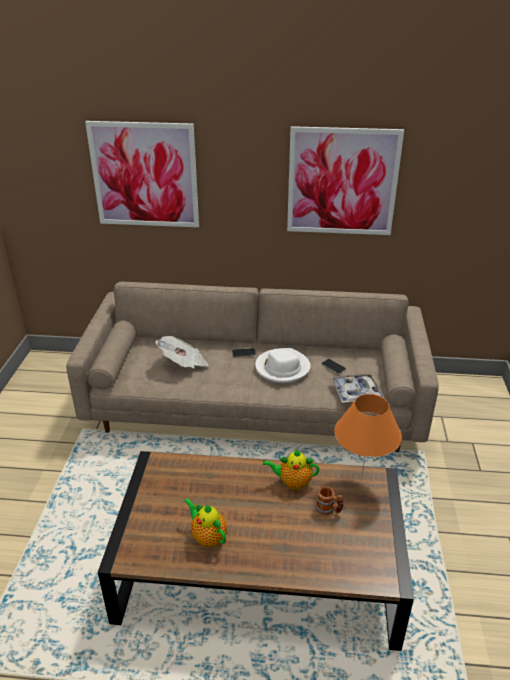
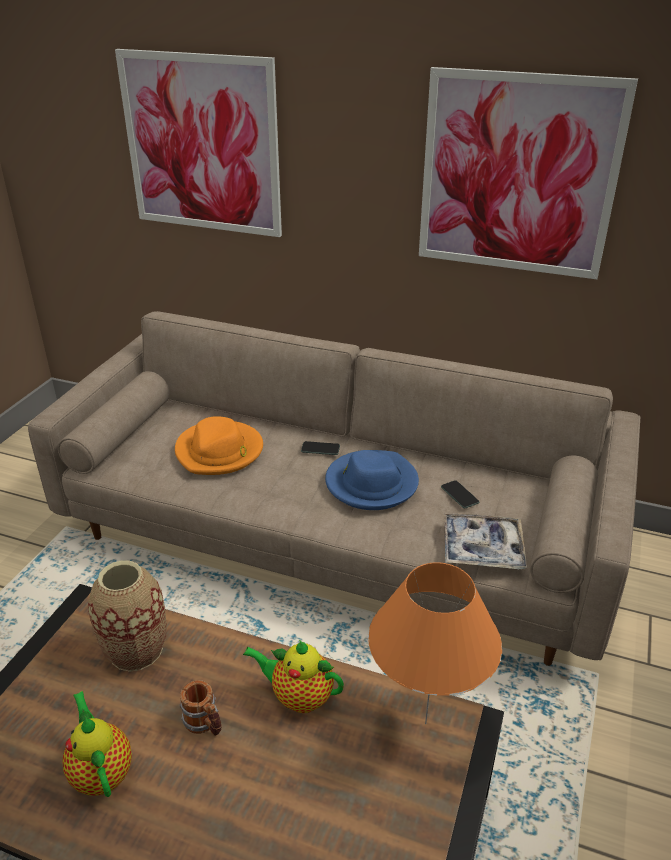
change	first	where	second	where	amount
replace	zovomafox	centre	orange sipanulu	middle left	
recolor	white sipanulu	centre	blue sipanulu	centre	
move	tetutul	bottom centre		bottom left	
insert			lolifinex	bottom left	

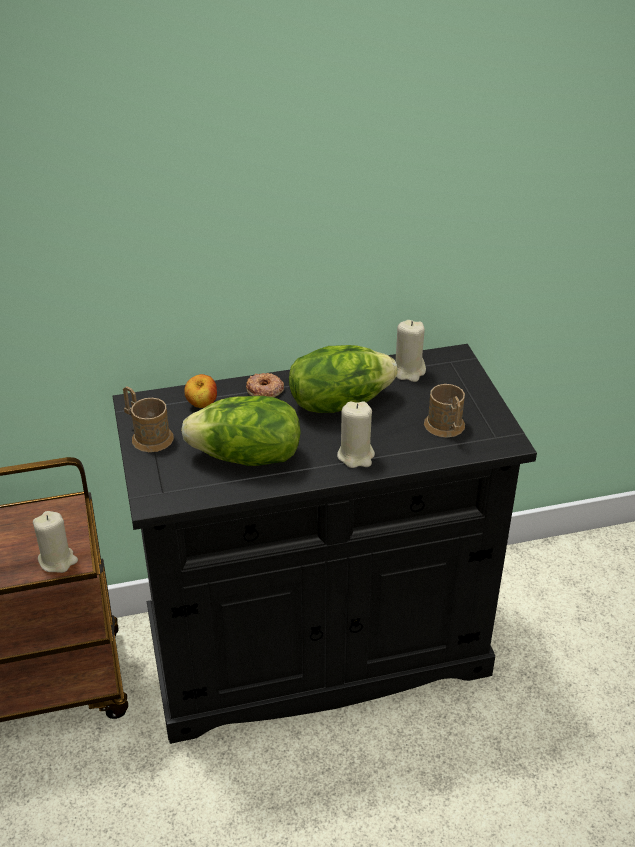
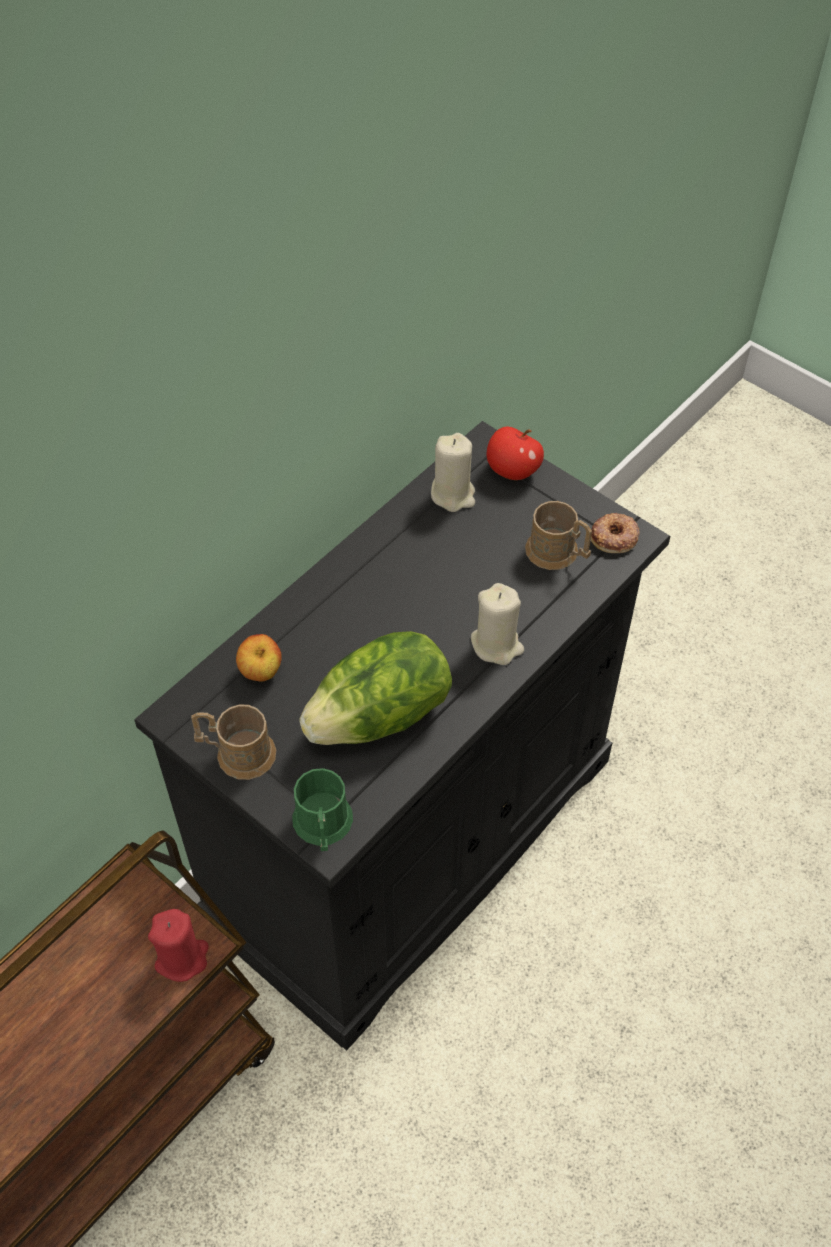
change	first	where	second	where	amount
recolor	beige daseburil (1st from left)	middle left	red daseburil	bottom left	
move	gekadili	centre		middle right	
delete	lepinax (2nd from left)	centre			
insert			green tetutul	centre	
insert			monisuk (2nd from left)	centre	

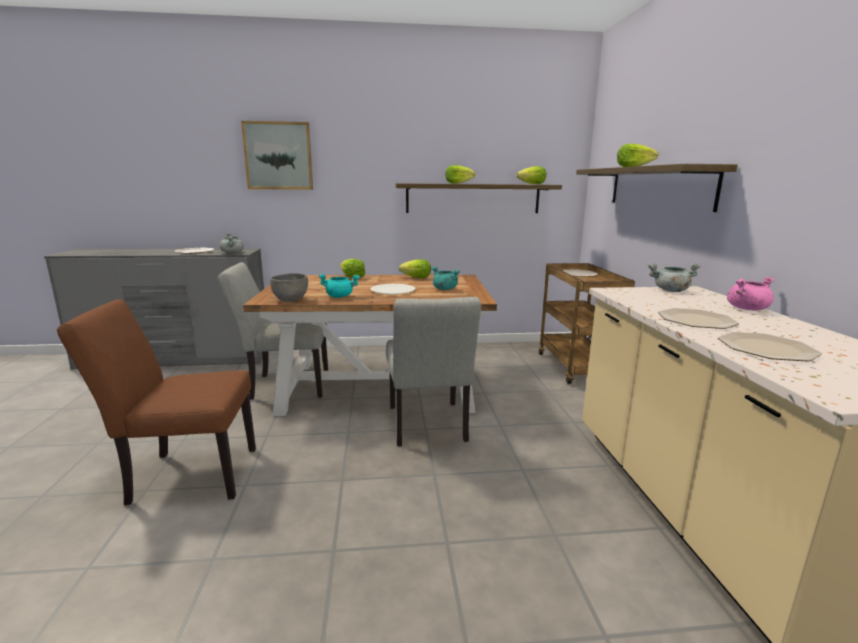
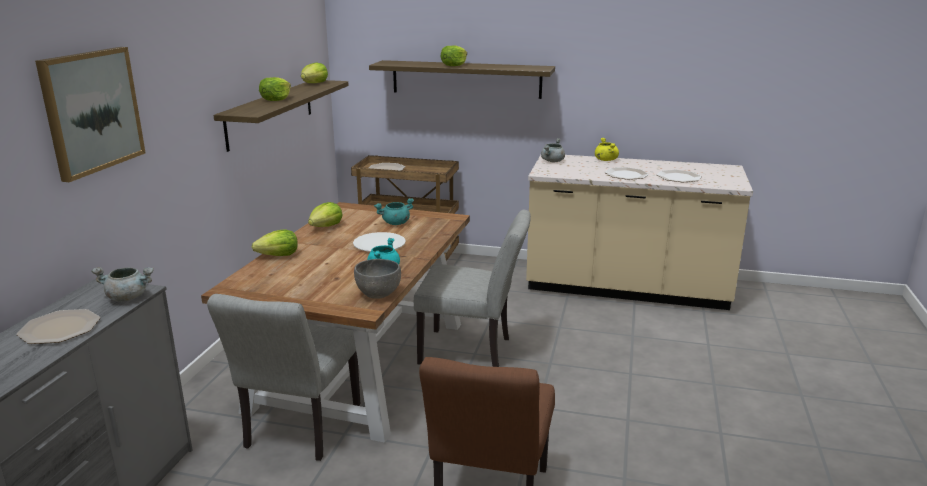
change	first	where	second	where	amount
recolor	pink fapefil	middle right	yellow fapefil	top centre	

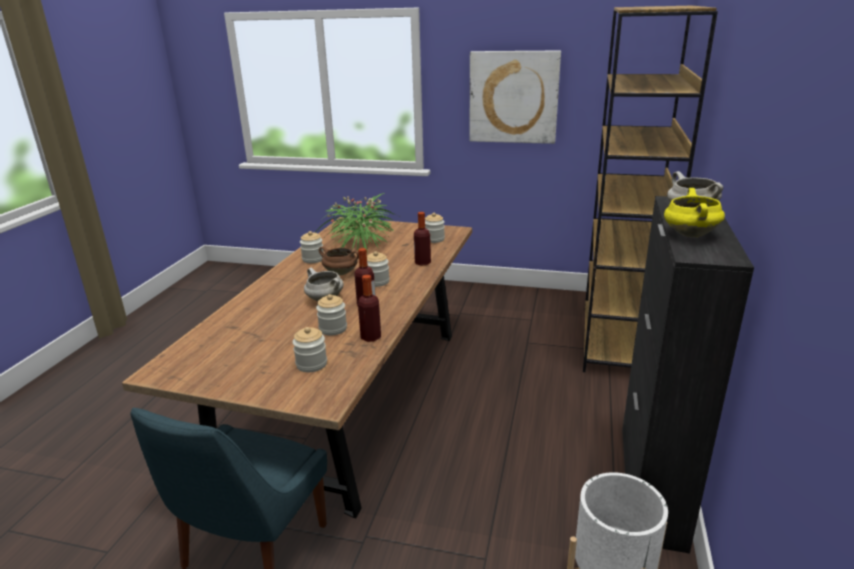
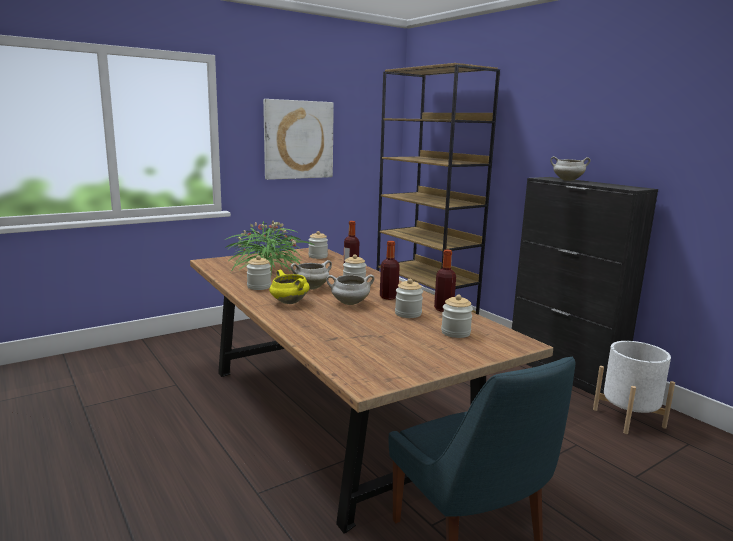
change	first	where	second	where	amount
recolor	brown fapefil	centre	white fapefil (1st from left)	centre	
move	yellow fapefil	middle right		centre	

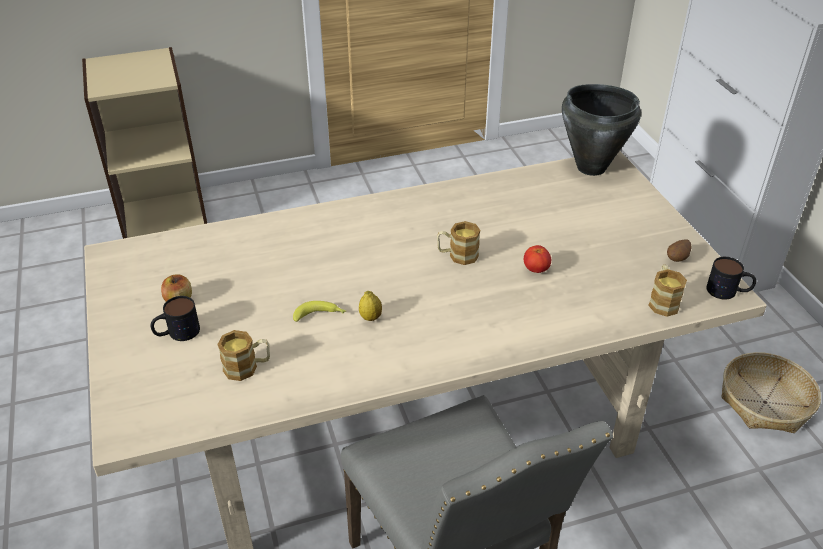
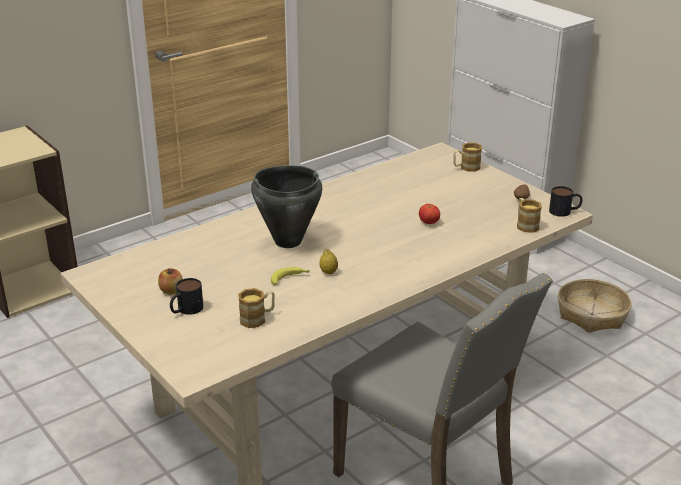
change	first	where	second	where	amount
move	tetutul (3rd from left)	centre		top right	
move	black fapefil	top right		centre	

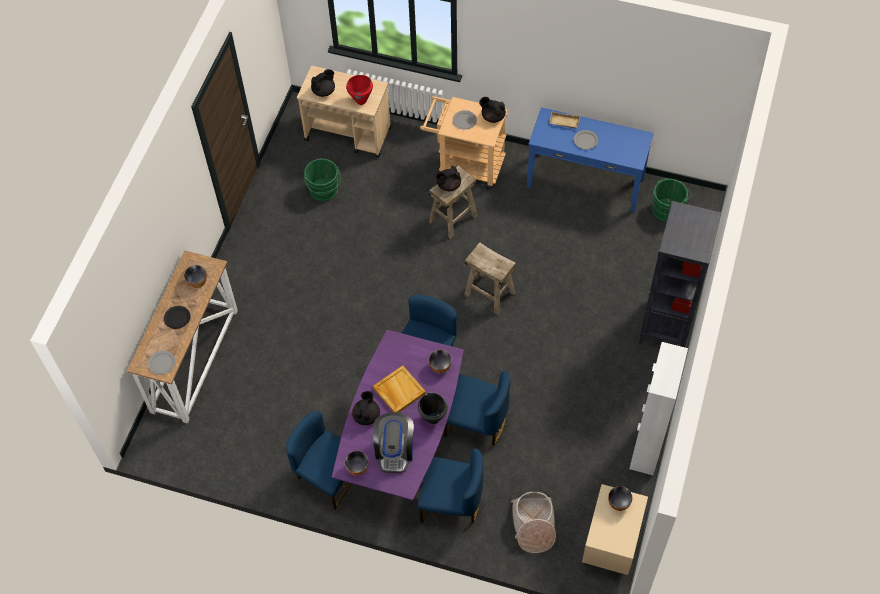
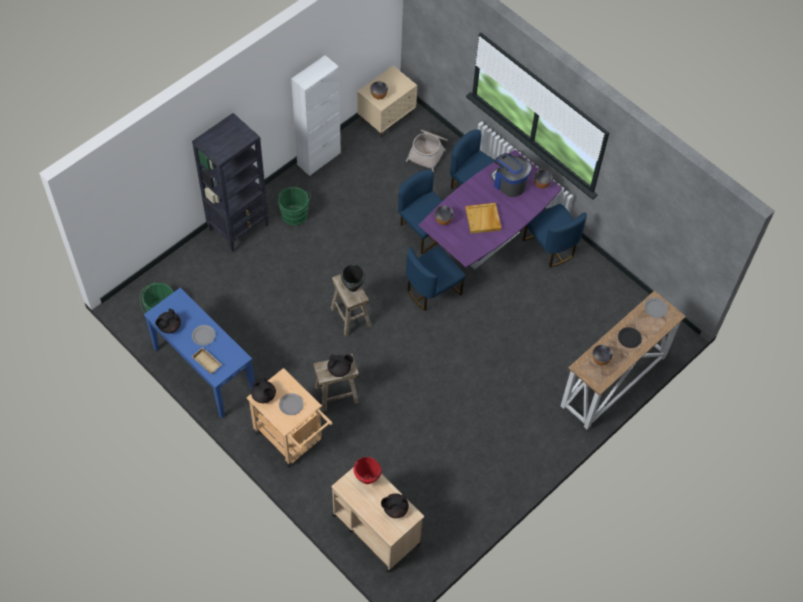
change	first	where	second	where	amount
move	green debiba (1st from left in the first image)	top centre	green debiba (2nd from left)	centre	
move	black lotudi (2nd from left in the first image)	bottom centre	black lotudi (1st from left)	middle left	
rotate	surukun	bottom centre		top centre	75 degrees counterclockwise
move	black fapefil	bottom centre		centre	

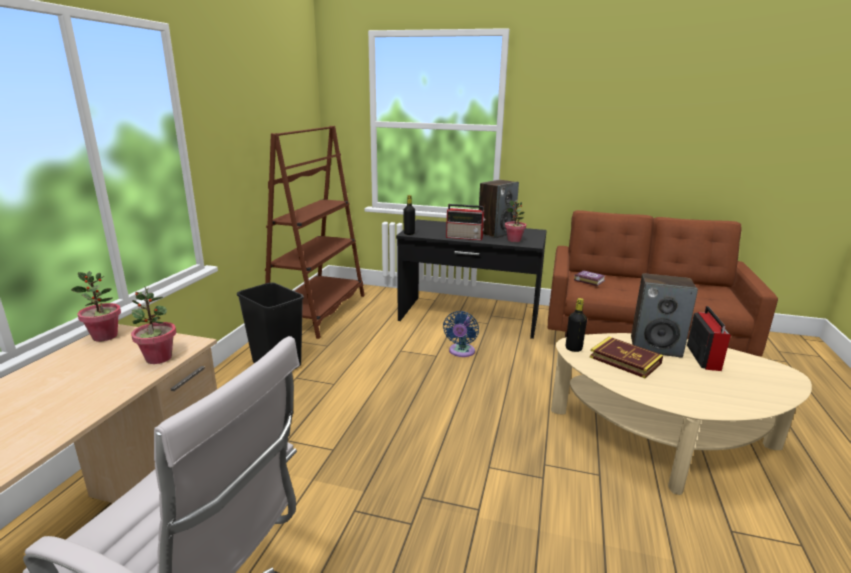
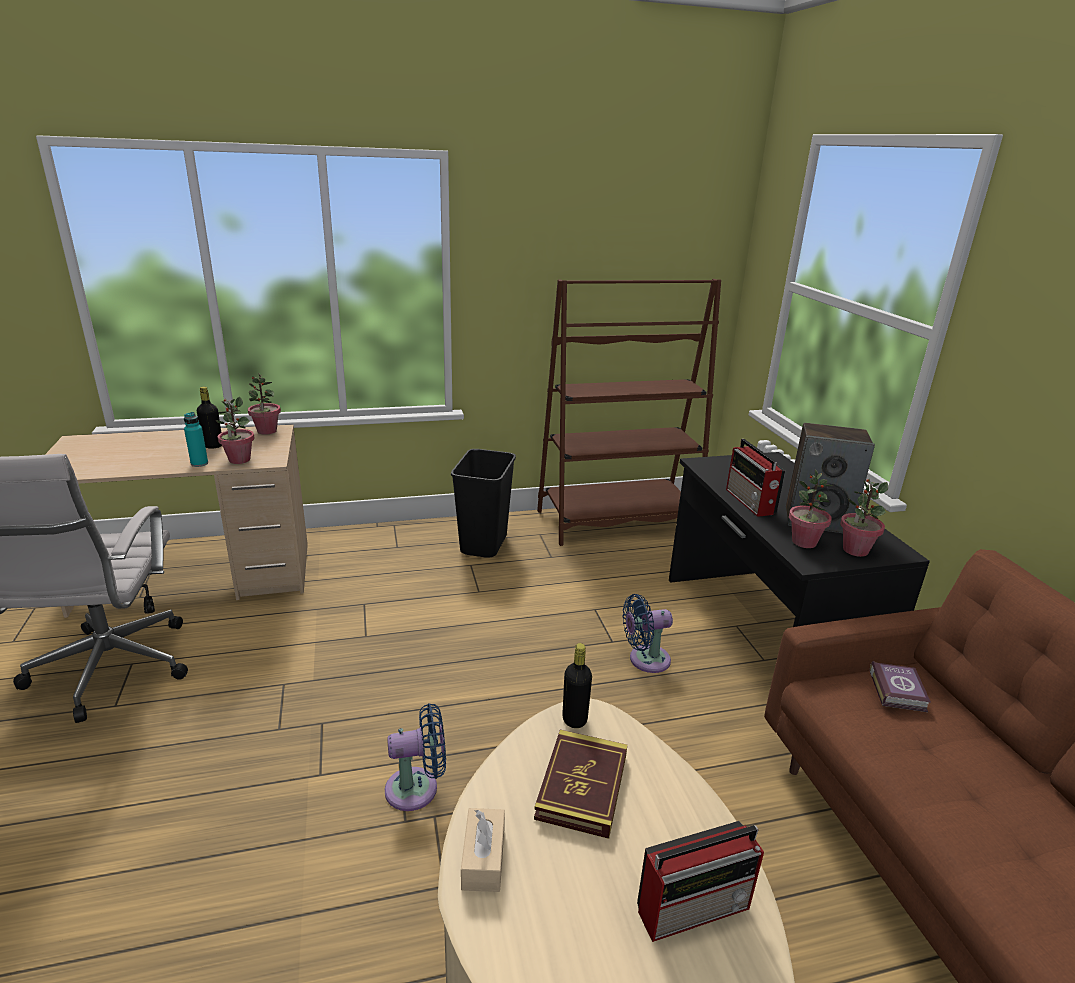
change	first	where	second	where	amount
move	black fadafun (1st from left)	centre		middle left	
delete	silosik (2nd from left)	middle right			
insert			turquoise fadafun	middle left	
insert			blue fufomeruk (1st from left)	bottom centre	
insert			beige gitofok	bottom centre	
insert			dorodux (4th from left)	middle right	

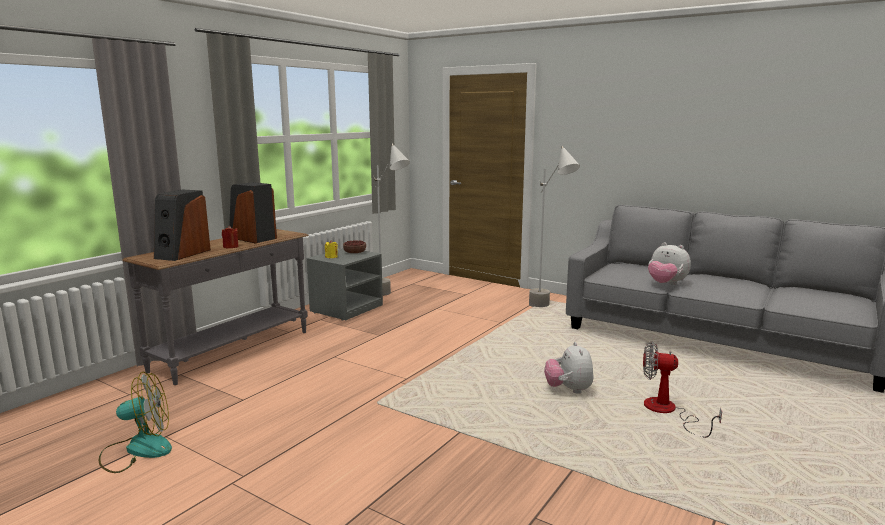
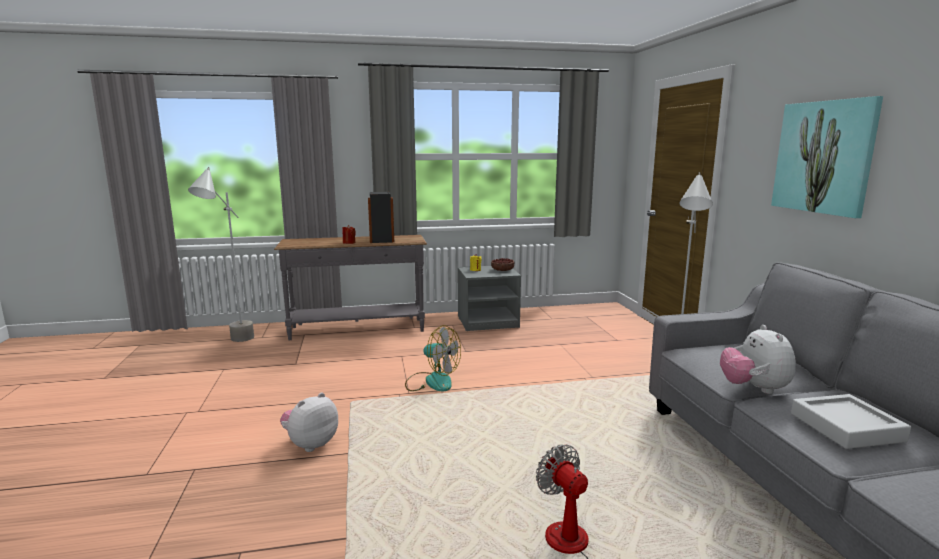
change	first	where	second	where	amount
move	fufomeruk (1st from left)	bottom left		centre	
delete	silosik (1st from left)	middle left			
move	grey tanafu (1st from left)	centre		middle left	
move	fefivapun (1st from left)	bottom centre		bottom left	
insert			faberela	top right	
insert			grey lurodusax	bottom right	

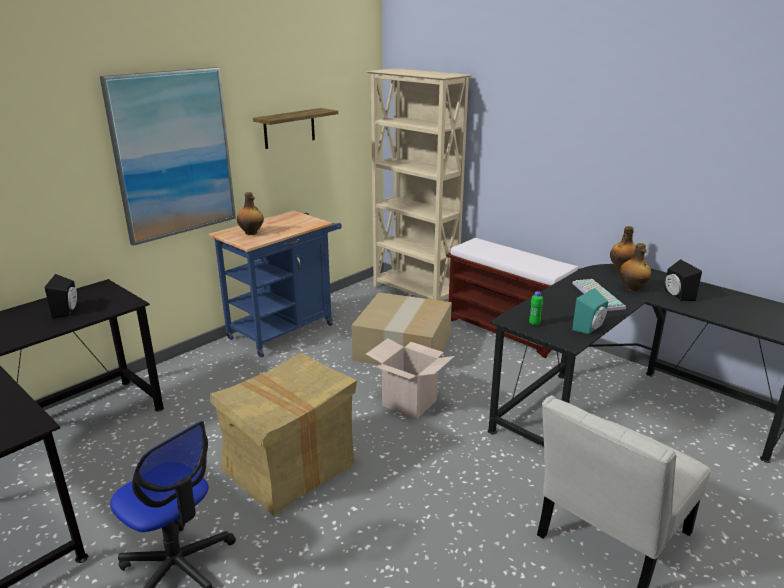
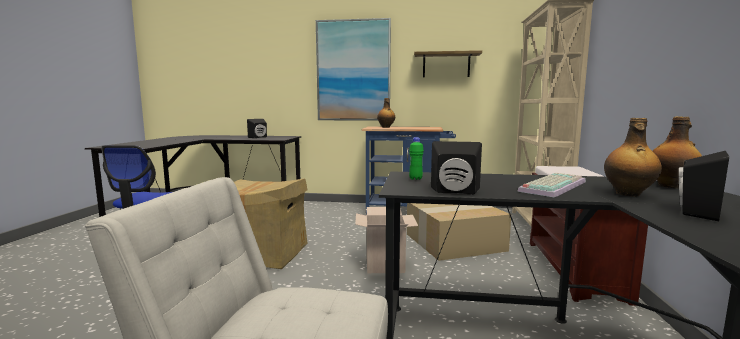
change	first	where	second	where	amount
recolor	turquoise silosik	middle right	black silosik (2nd from left)	centre	

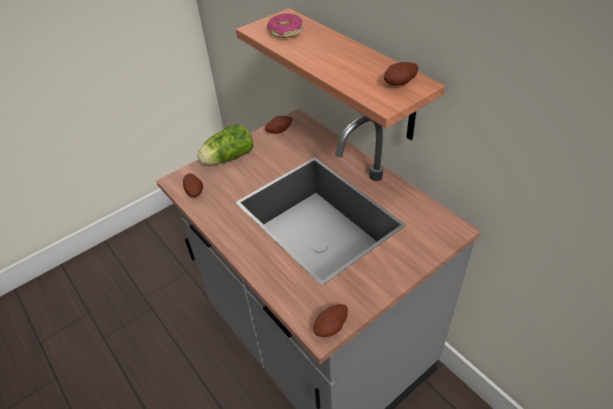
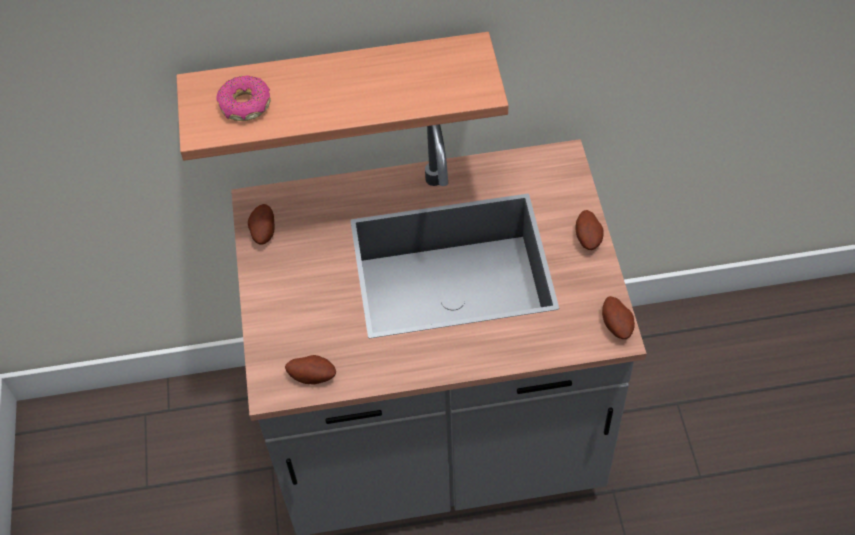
change	first	where	second	where	amount
delete	lepinax	centre			
move	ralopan (4th from left in the first image)	top centre	ralopan (3rd from left)	middle right	

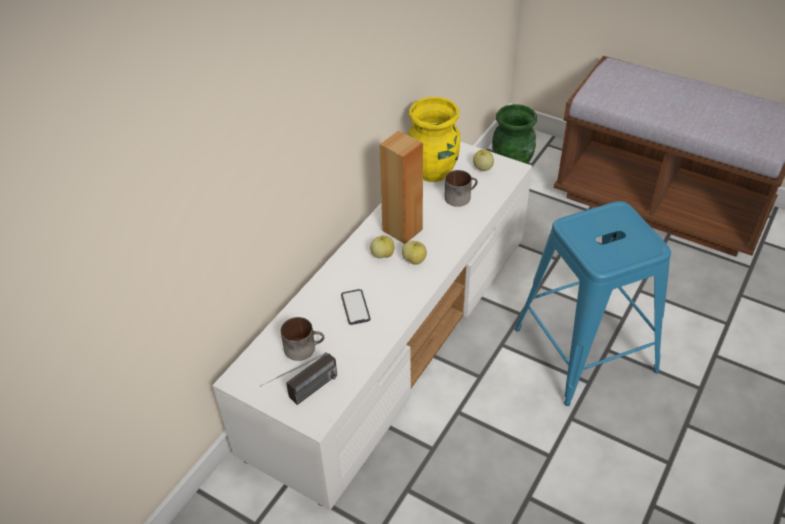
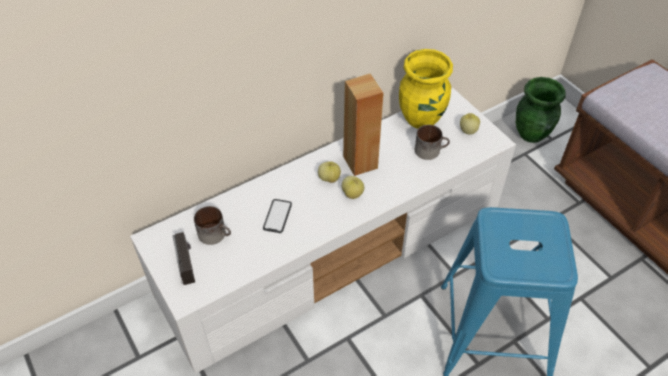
change	first	where	second	where	amount
rotate	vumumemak	bottom centre		bottom left	90 degrees counterclockwise

